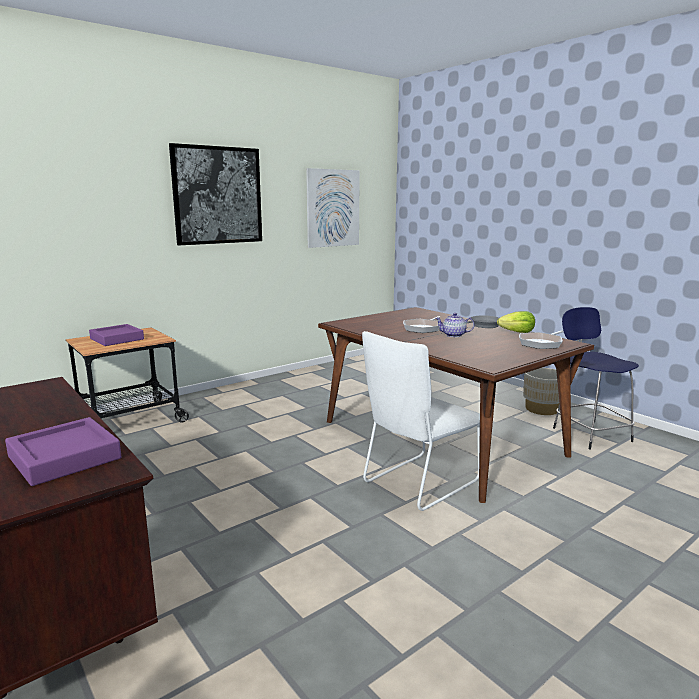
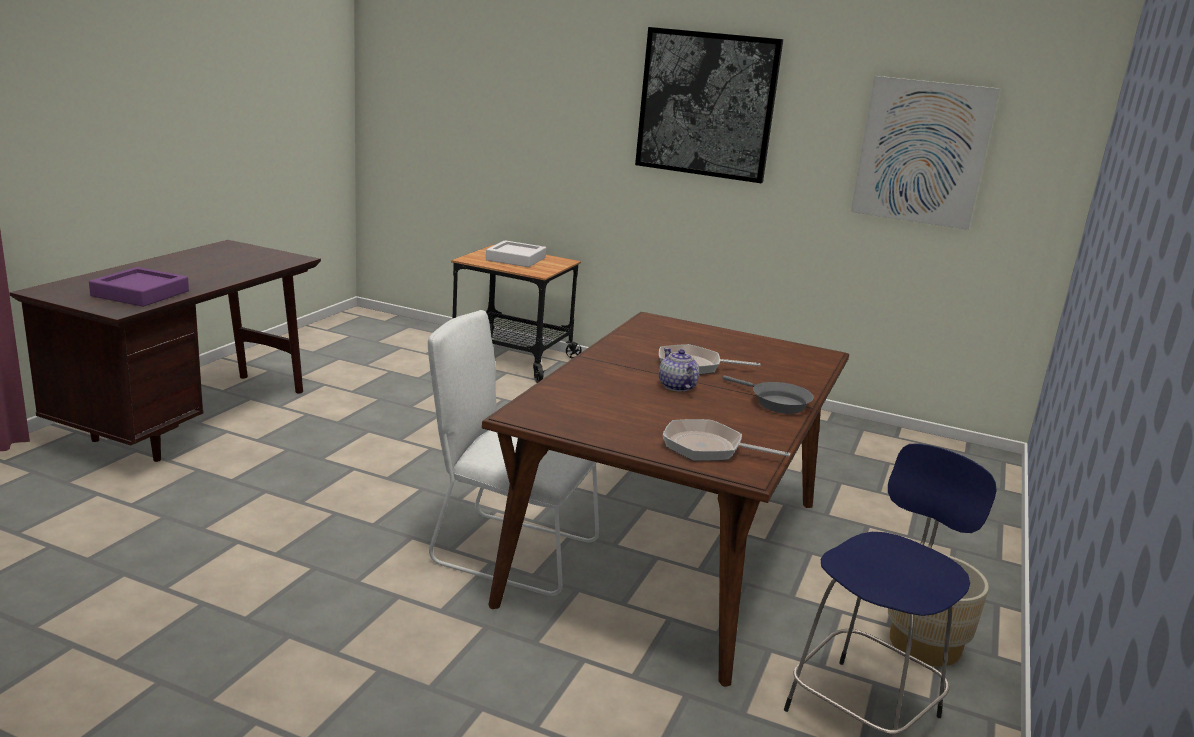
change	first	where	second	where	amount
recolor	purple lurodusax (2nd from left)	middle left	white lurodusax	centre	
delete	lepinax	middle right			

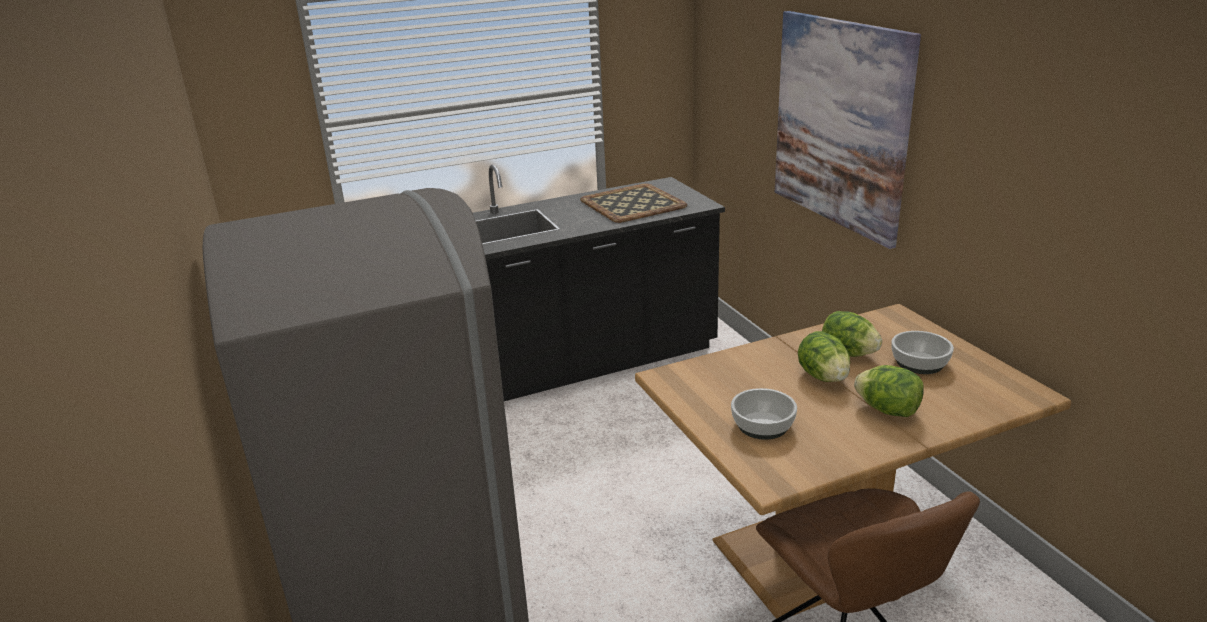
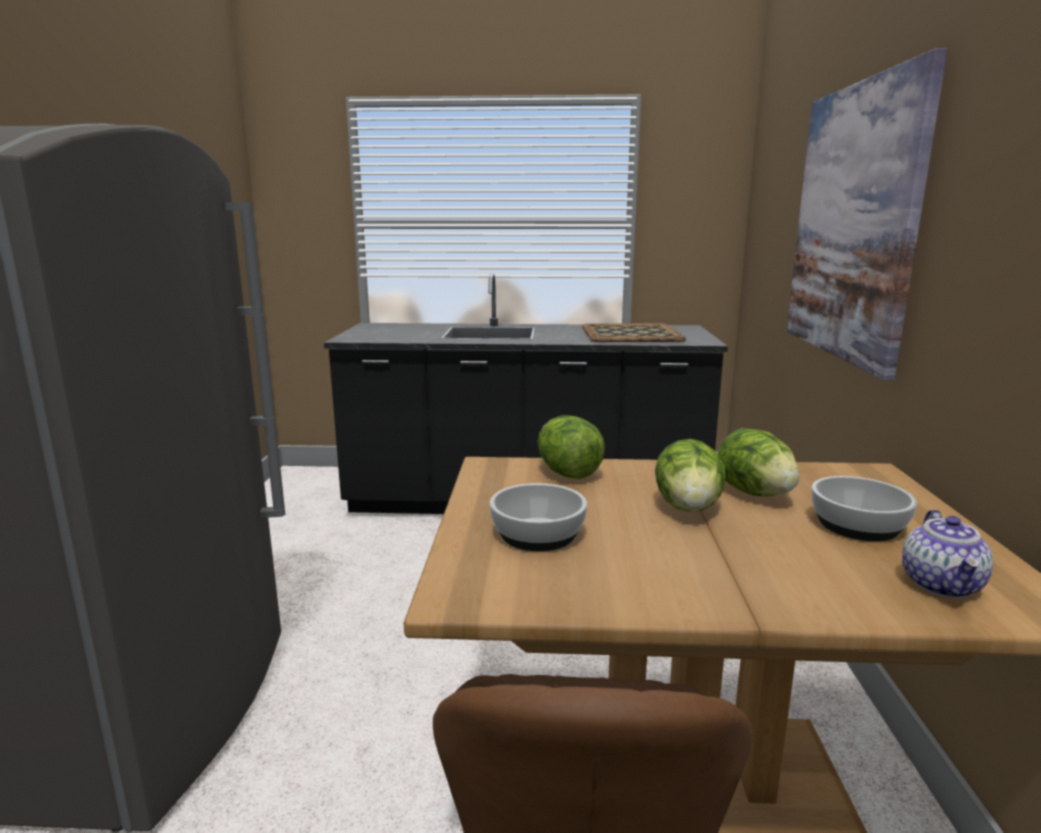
change	first	where	second	where	amount
move	lepinax (3rd from left in the first image)	middle right	lepinax (1st from left)	centre	
insert			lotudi	middle right	

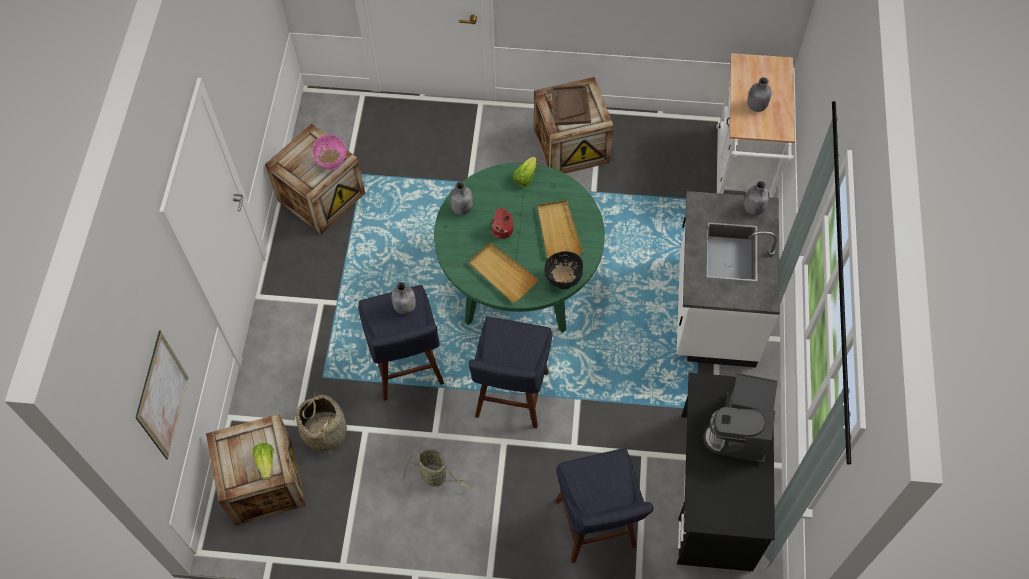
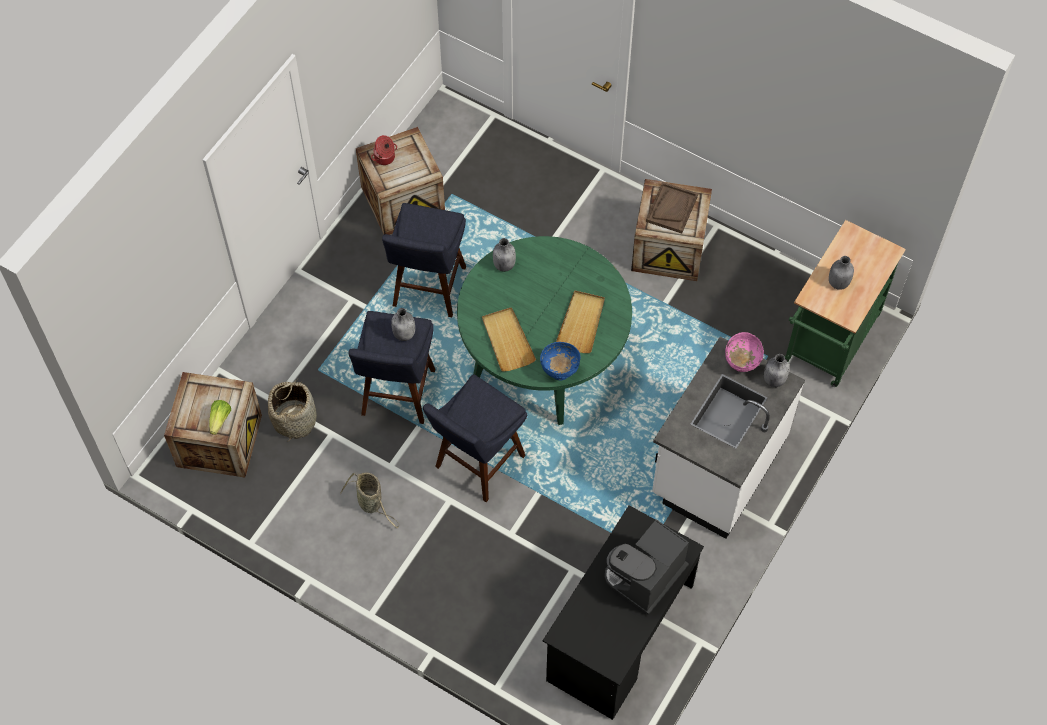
change	first	where	second	where	amount
delete	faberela	bottom left			
move	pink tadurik	top left		middle right	
move	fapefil	centre		top centre	
delete	lepinax (2nd from left)	top centre			
recolor	black tadurik	centre	blue tadurik	centre	
move	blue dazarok (3rd from left in the first image)	bottom centre	blue dazarok (2nd from left)	centre	
recolor	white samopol	top right	green samopol	middle right	

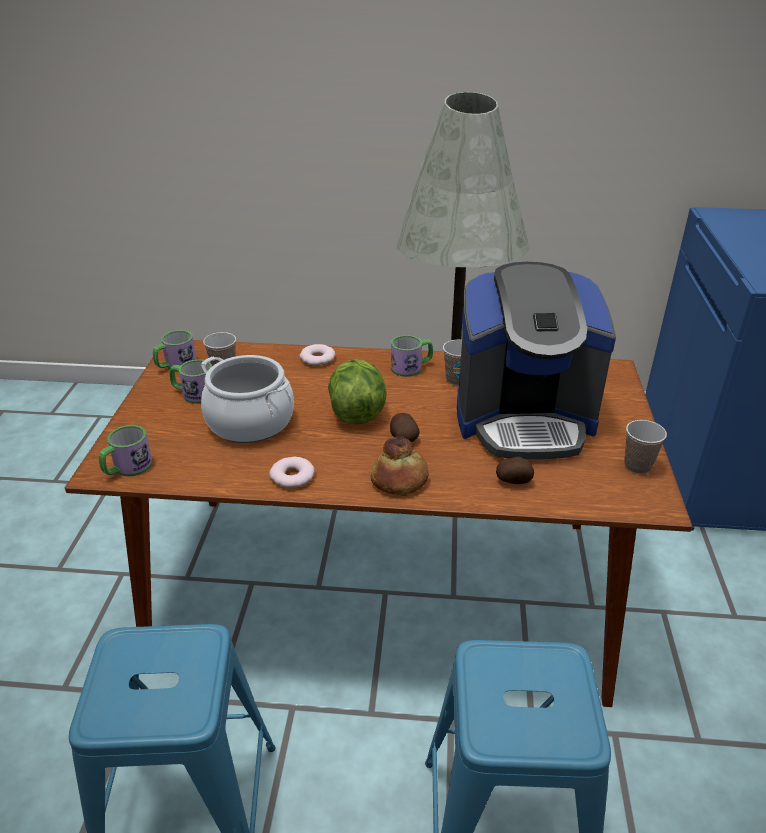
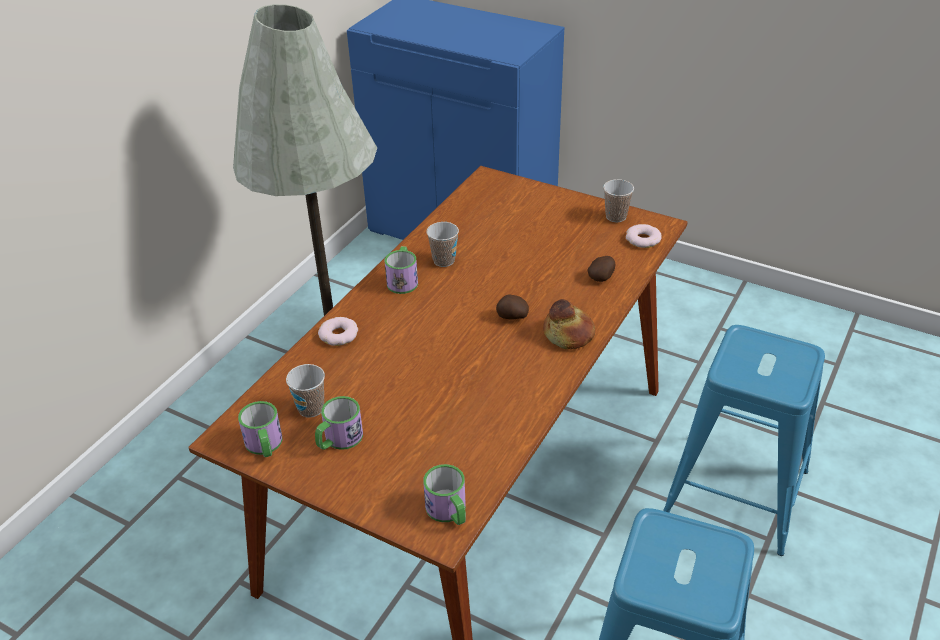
change	first	where	second	where	amount
delete	fapefil	middle left			
move	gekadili (1st from left in the first image)	centre	gekadili (2nd from left)	middle right	
delete	lepinax	centre			
delete	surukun	middle right			

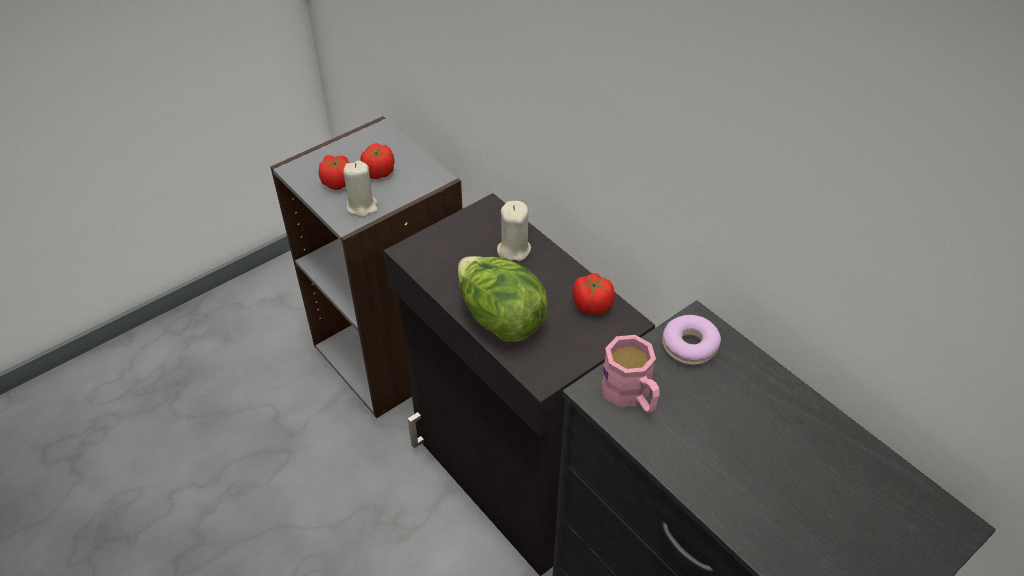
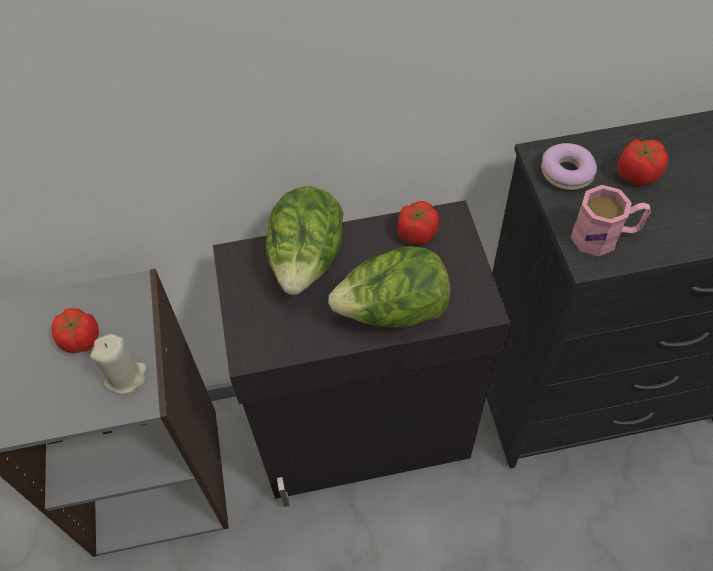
change	first	where	second	where	amount
move	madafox (1st from left in the first image)	top left	madafox (3rd from left)	top right	
replace	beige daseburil (2nd from left)	centre	lepinax (1st from left)	centre	

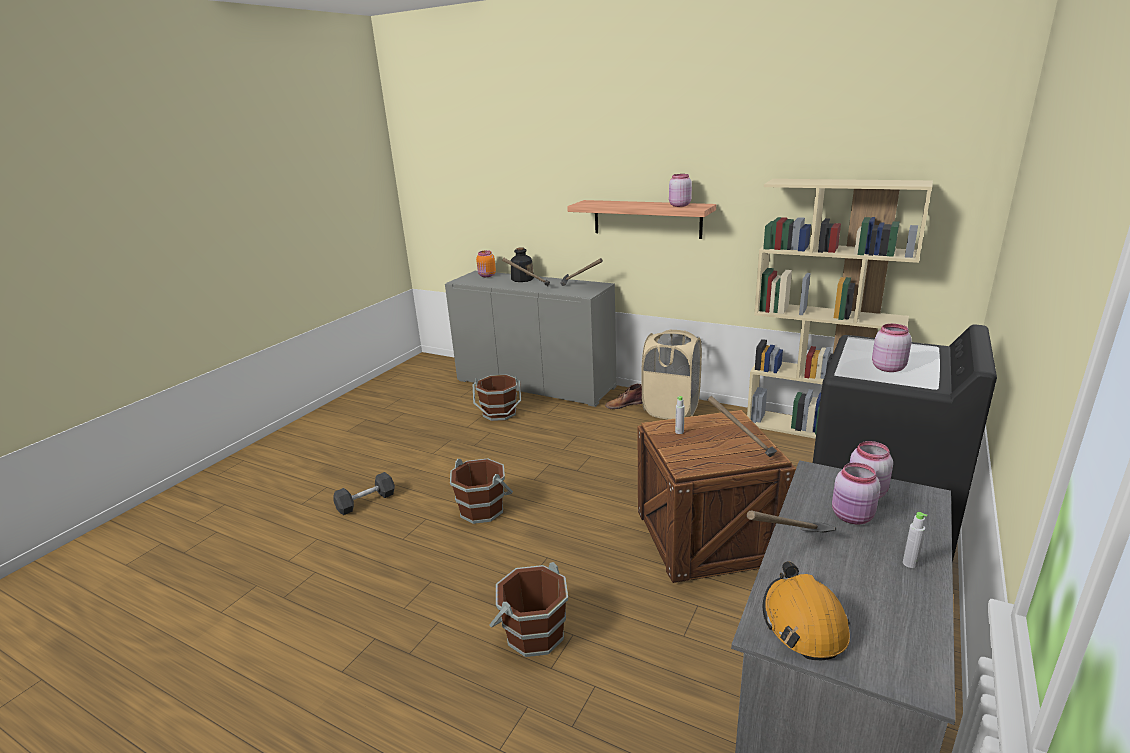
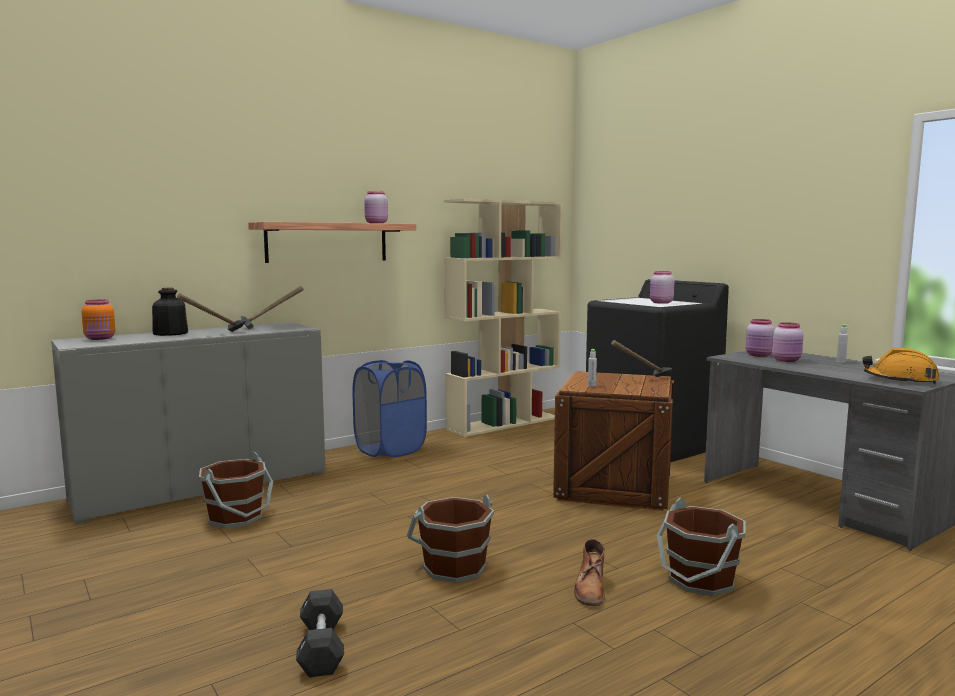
change	first	where	second	where	amount
move	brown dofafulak	centre		bottom centre	
recolor	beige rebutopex	centre	blue rebutopex	centre	
delete	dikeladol (4th from left)	bottom right			

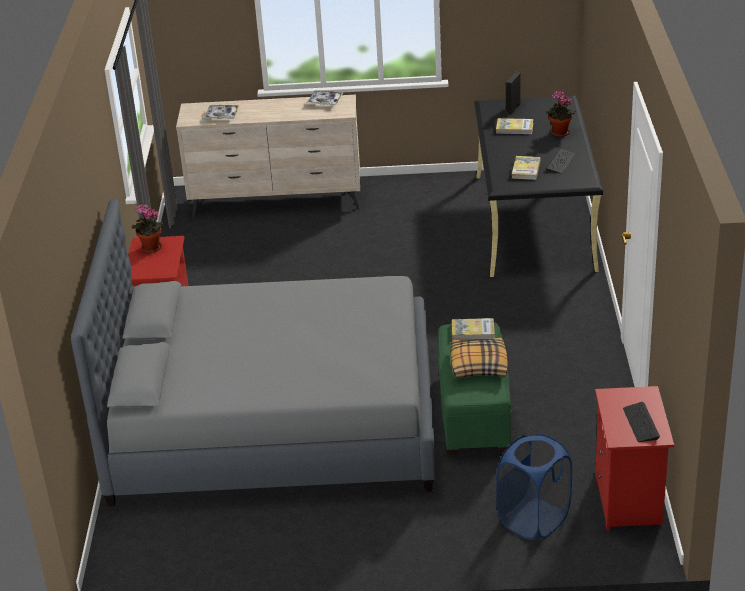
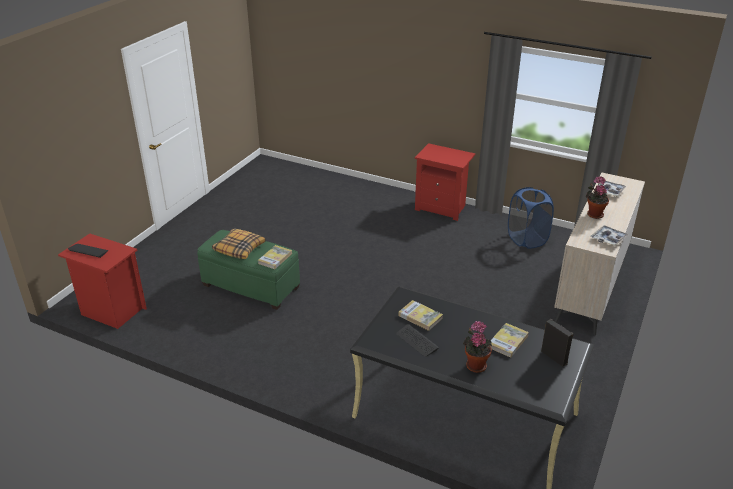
change	first	where	second	where	amount
delete	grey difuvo	centre			
move	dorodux (1st from left in the first image)	middle left	dorodux (2nd from left)	middle right	
move	blue rebutopex	bottom right		middle right	

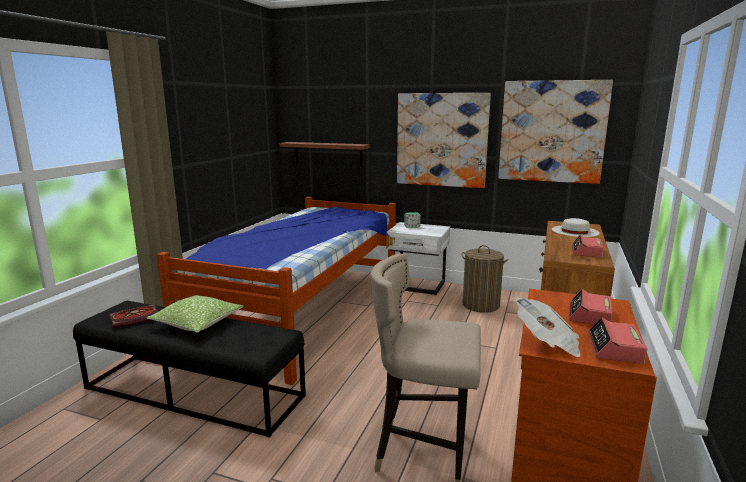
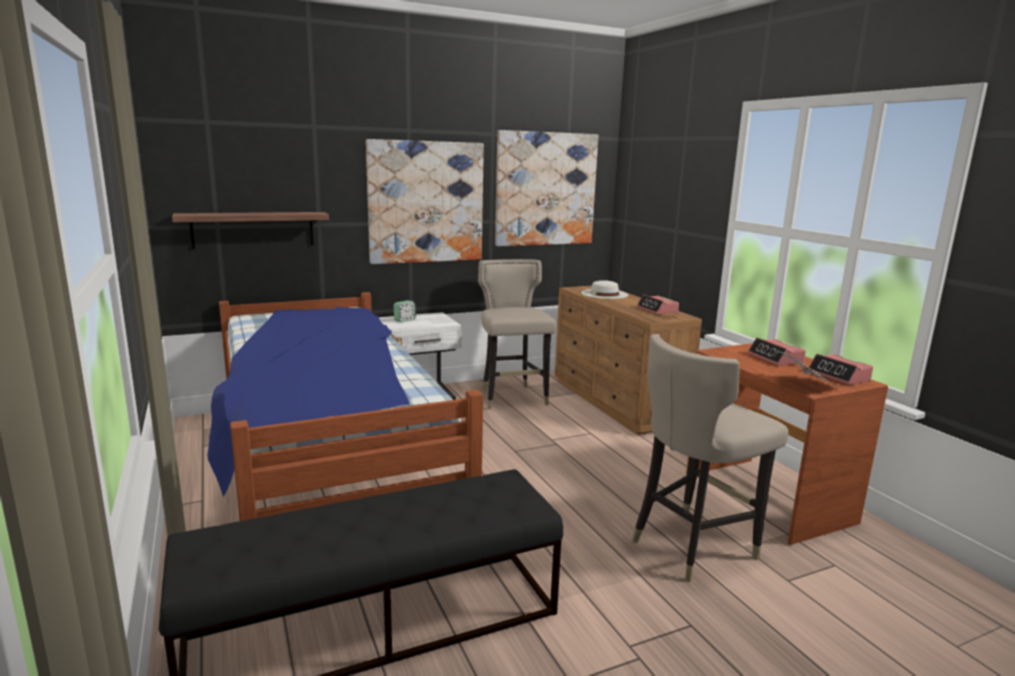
change	first	where	second	where	amount
delete	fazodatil	middle left			
delete	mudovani	middle left			
replace	rebutopex	centre	beige dazarok (1st from left)	centre	

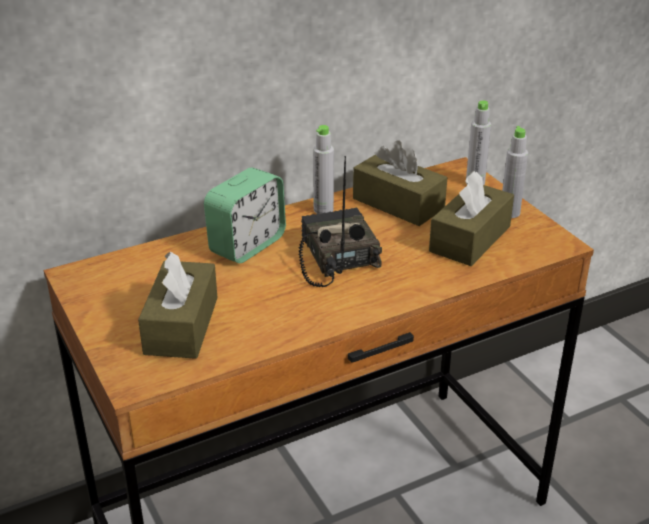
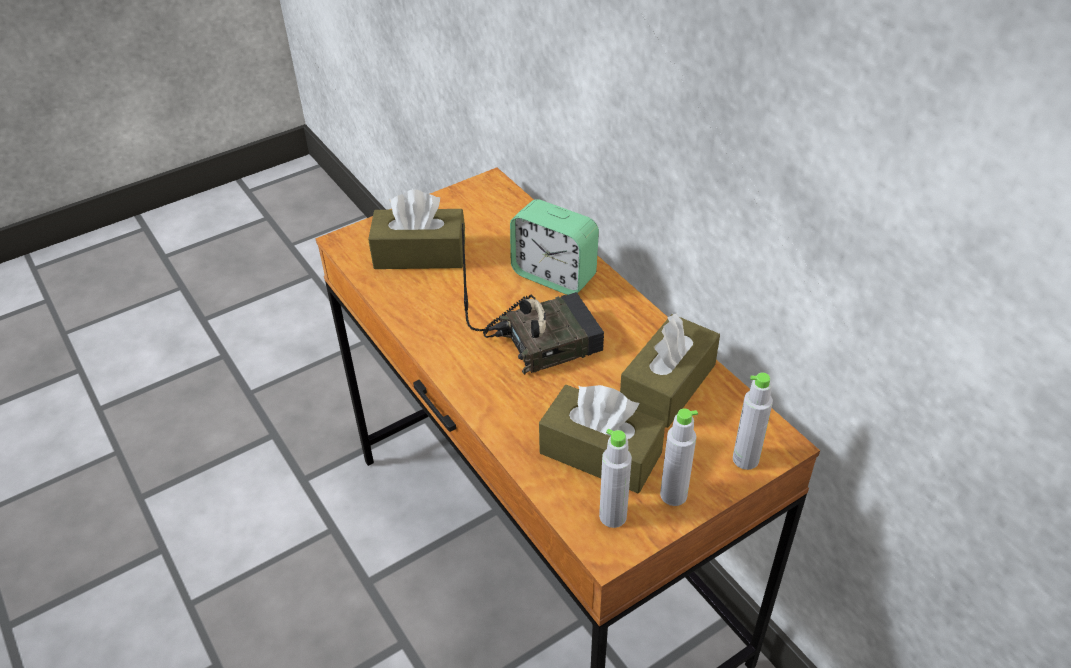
change	first	where	second	where	amount
move	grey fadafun (1st from left)	top centre		bottom centre	

